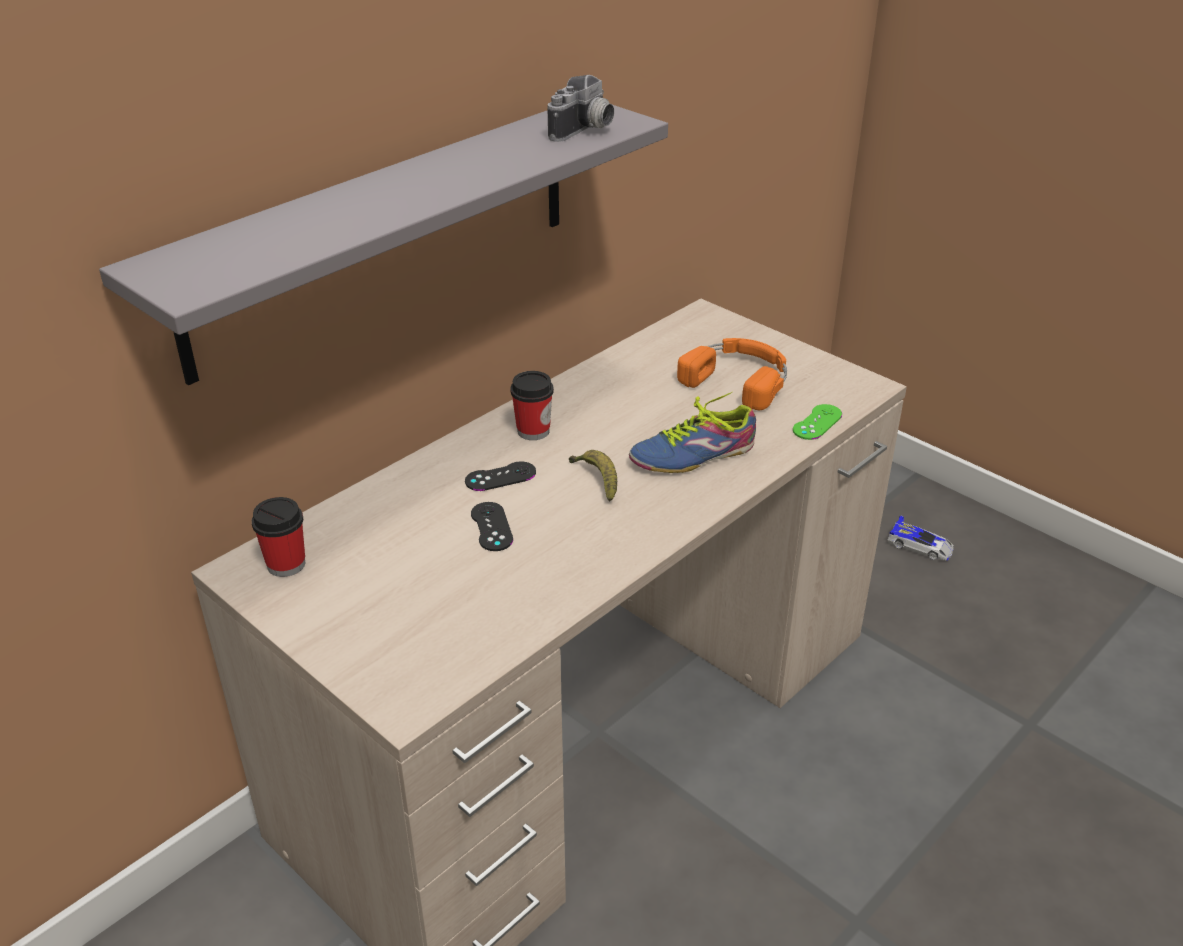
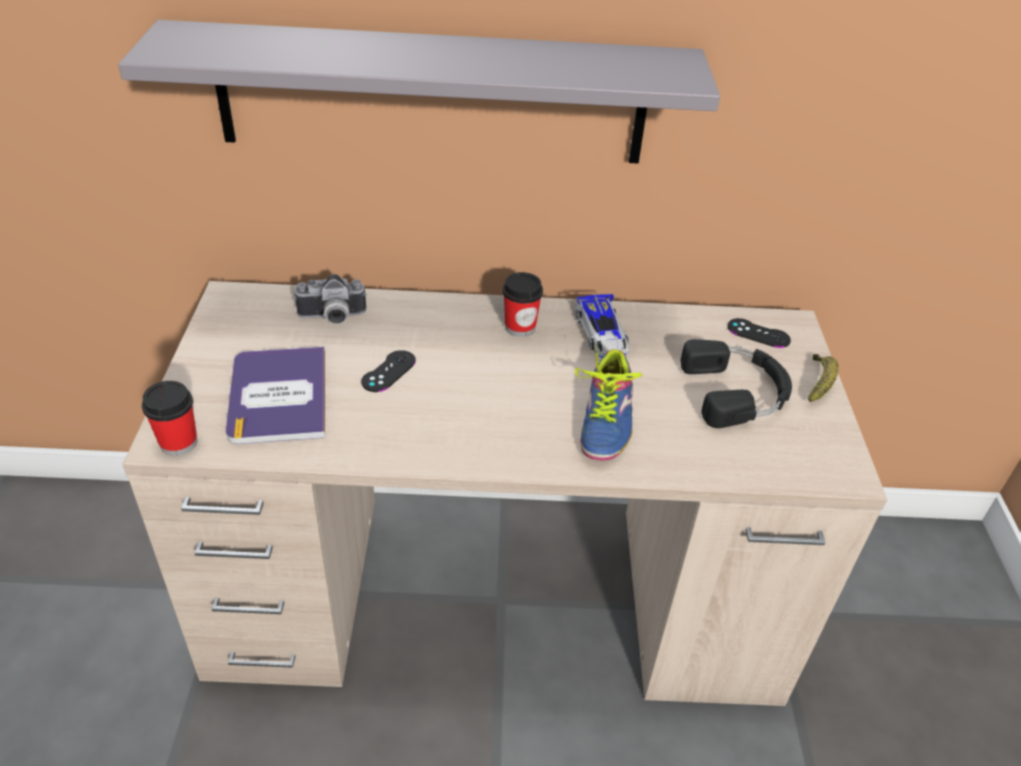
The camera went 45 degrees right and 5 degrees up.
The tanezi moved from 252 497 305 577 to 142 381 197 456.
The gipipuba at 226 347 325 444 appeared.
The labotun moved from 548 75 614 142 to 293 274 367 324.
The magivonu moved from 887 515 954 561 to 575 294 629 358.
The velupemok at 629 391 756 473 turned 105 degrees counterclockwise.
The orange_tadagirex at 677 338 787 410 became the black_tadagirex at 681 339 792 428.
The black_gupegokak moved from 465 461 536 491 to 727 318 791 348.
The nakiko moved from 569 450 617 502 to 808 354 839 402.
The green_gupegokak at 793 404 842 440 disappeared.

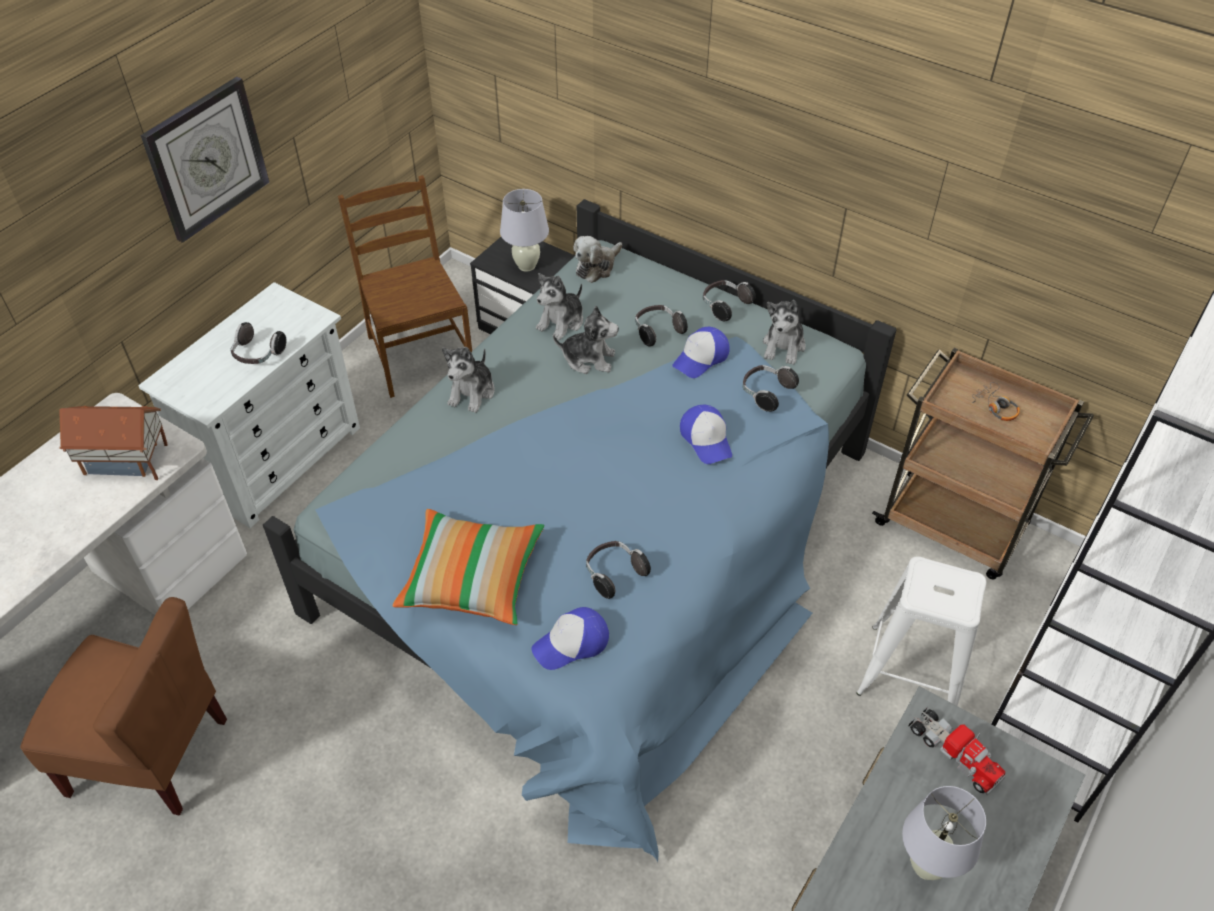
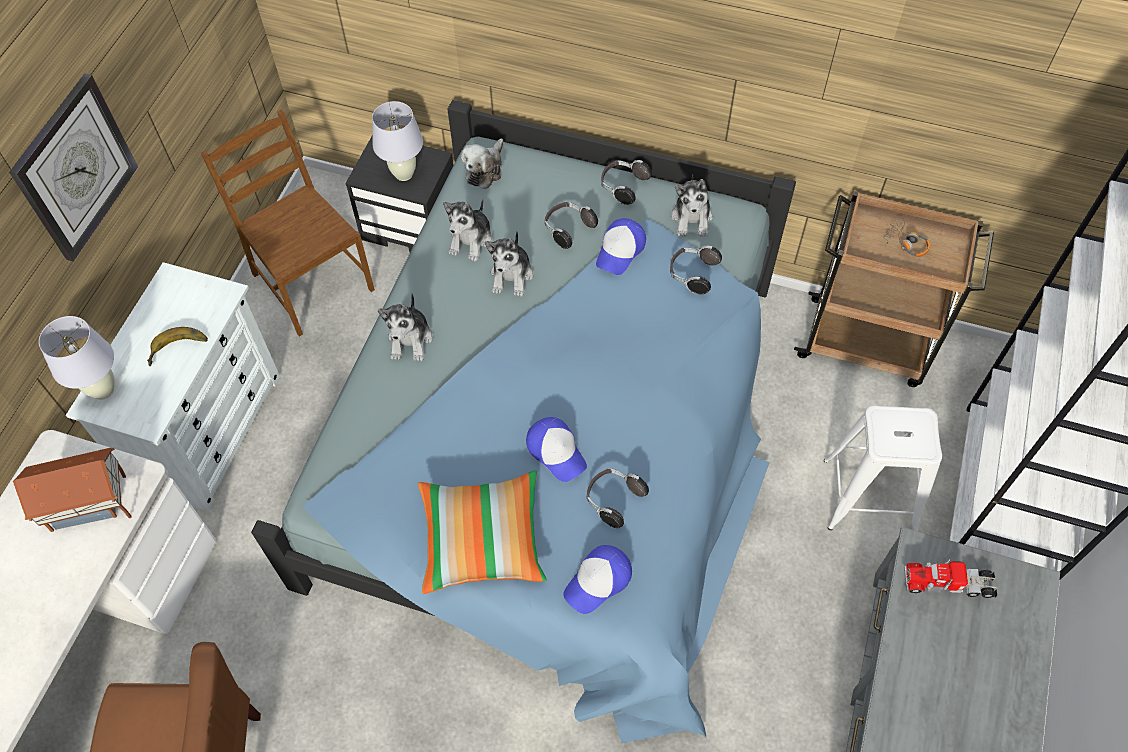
The camera went 15 degrees left and 10 degrees up.
The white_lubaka moved from 902 786 986 880 to 39 316 115 400.
The tadagirex at 230 322 286 364 was replaced by the nakiko at 147 327 208 366.
The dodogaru at 553 306 619 374 turned 105 degrees clockwise.
The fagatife moved from 680 405 732 464 to 526 417 587 482.
The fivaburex at 908 707 1006 795 turned 150 degrees clockwise.

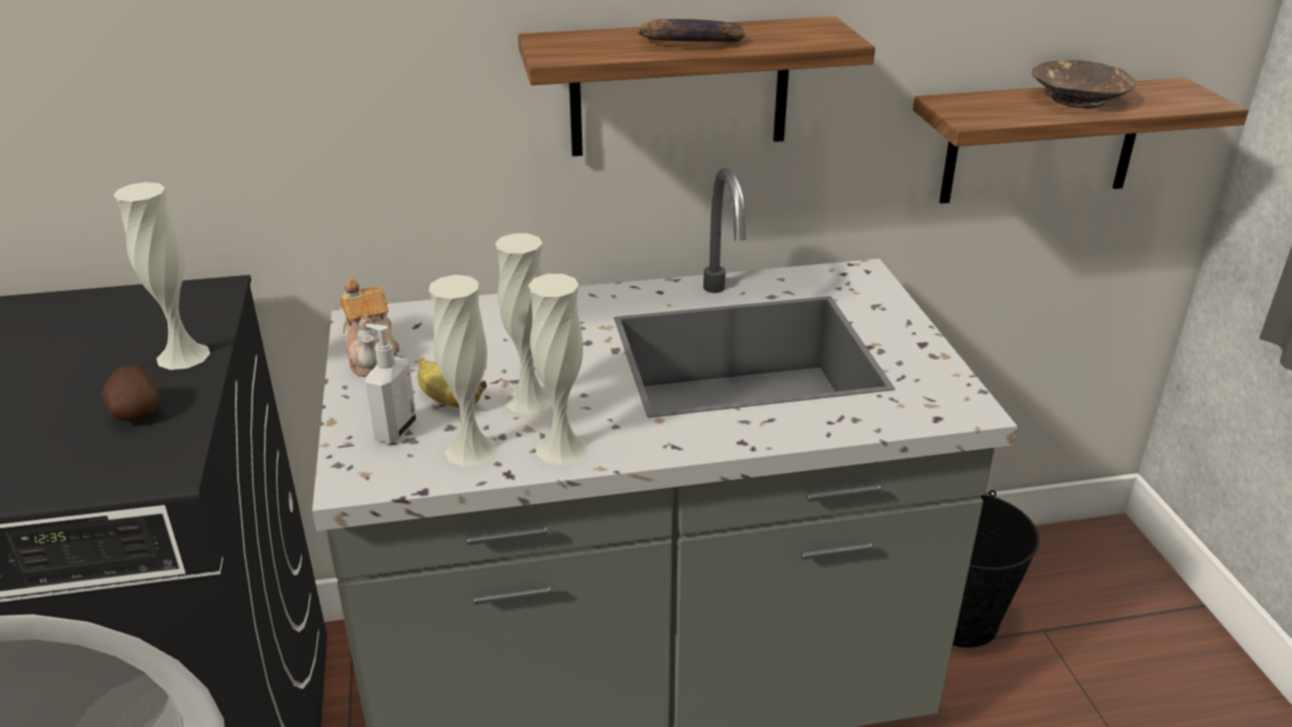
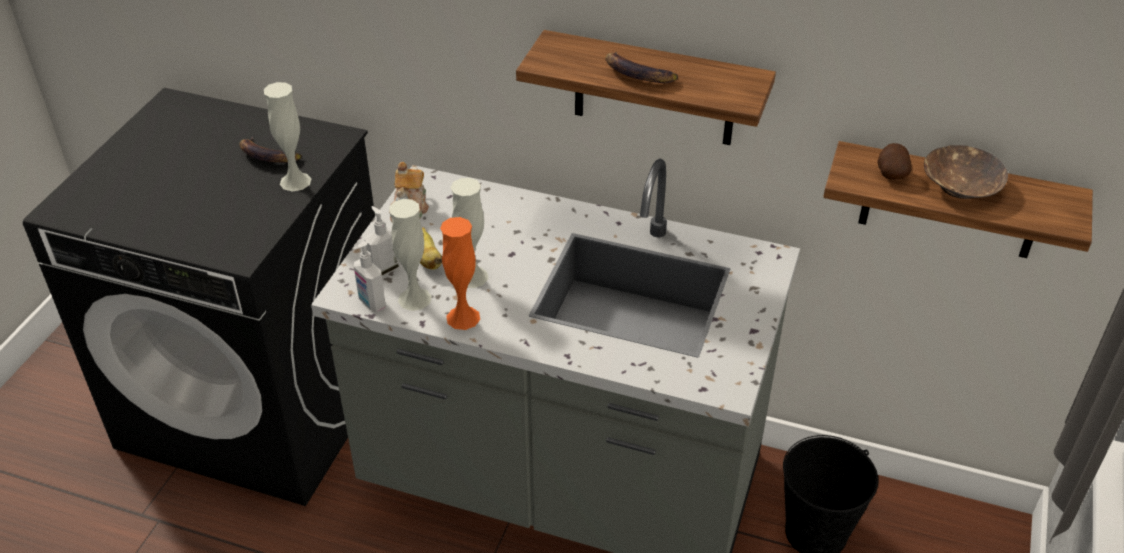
The camera went 30 degrees right and 10 degrees up.
The nakiko at 239 137 302 163 appeared.
The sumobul at 353 241 386 312 appeared.
The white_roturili at 528 274 588 465 became the orange_roturili at 440 217 480 330.
The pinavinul moved from 102 366 160 421 to 877 143 912 180.

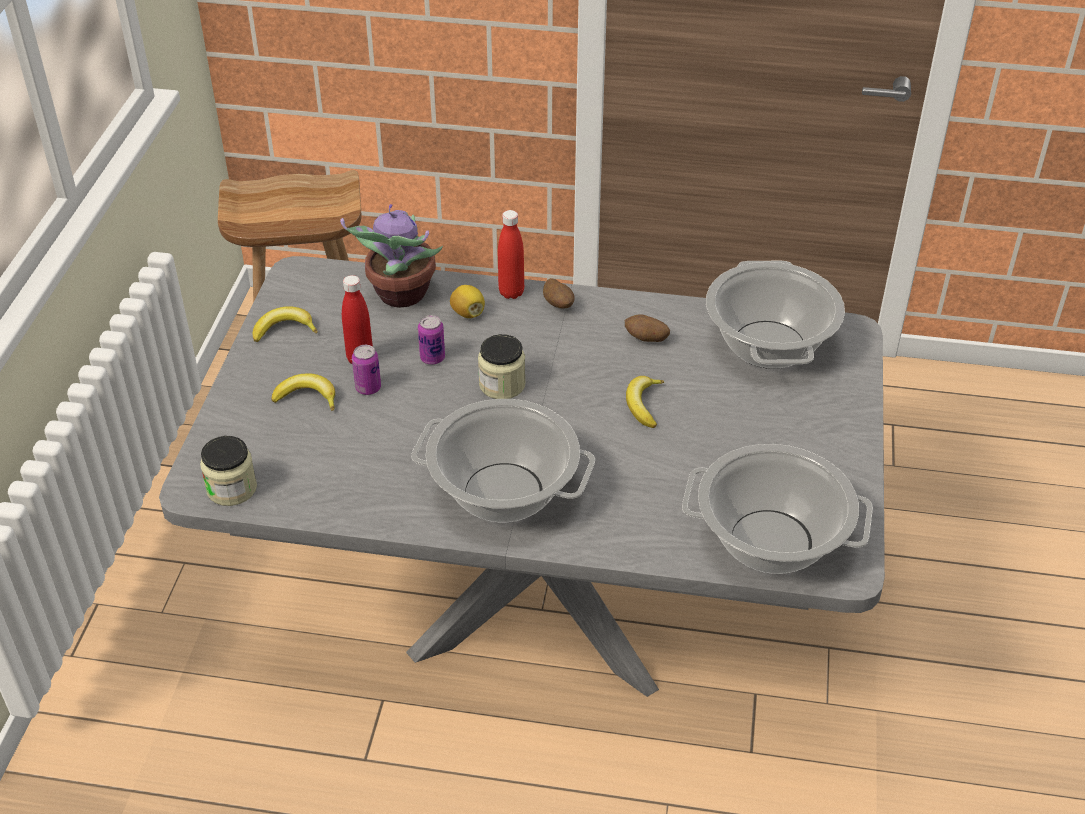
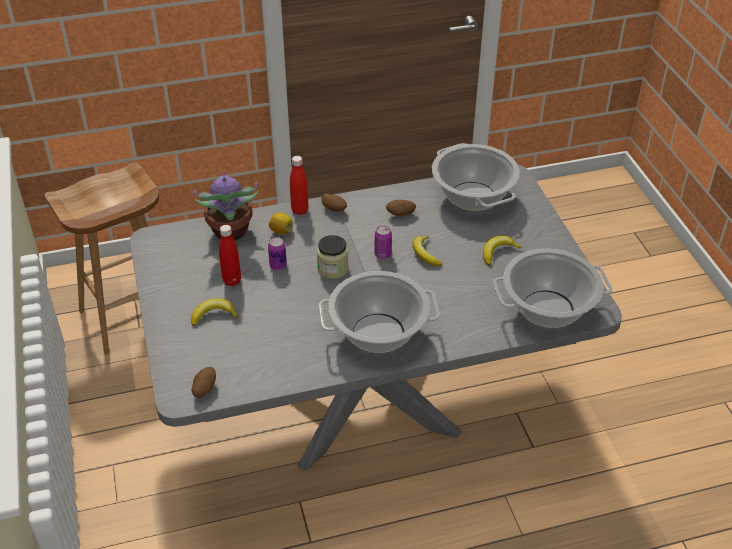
The camera went 25 degrees left and 0 degrees up.
The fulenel at 200 436 257 506 was replaced by the pinavinul at 191 367 216 398.
The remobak moved from 352 345 381 395 to 375 226 392 259.
The nakiko moved from 253 306 318 342 to 483 236 522 266.

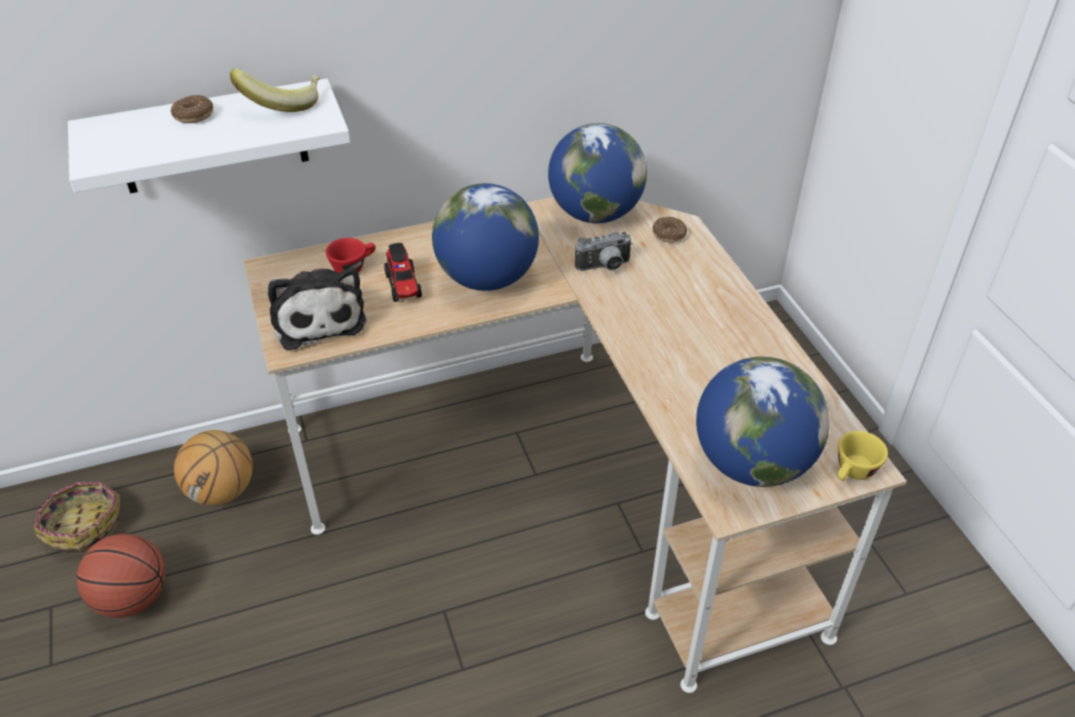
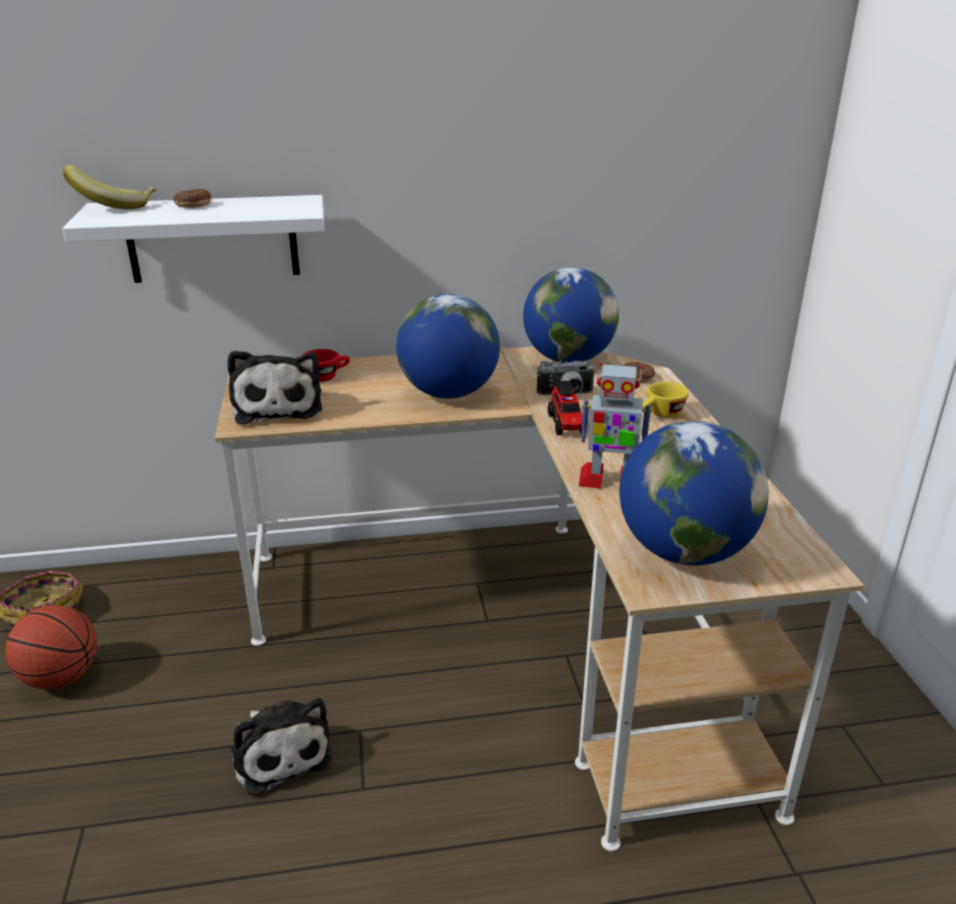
The camera went 10 degrees right and 15 degrees down.
The nakiko moved from 230 68 320 112 to 63 165 156 209.
The dodogaru at 231 698 332 796 appeared.
The fivaburex moved from 384 243 422 302 to 548 381 582 435.
The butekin at 578 362 652 490 appeared.
The yellow_tanezi moved from 837 431 888 481 to 642 382 689 418.
The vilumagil at 174 430 253 505 disappeared.

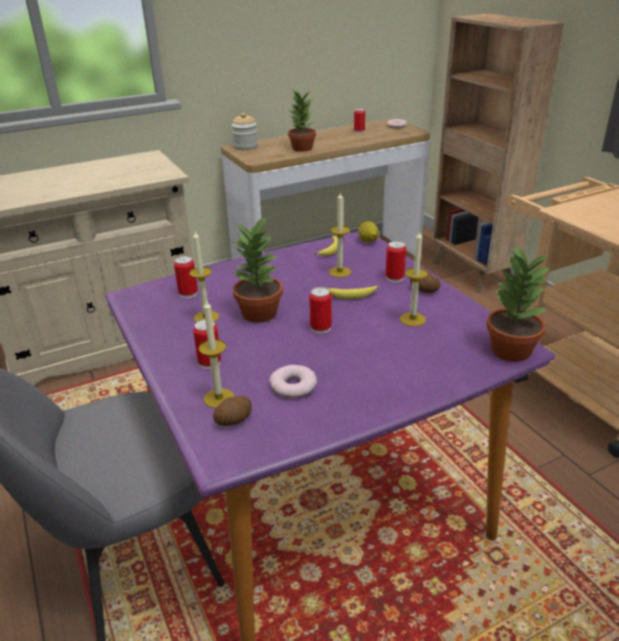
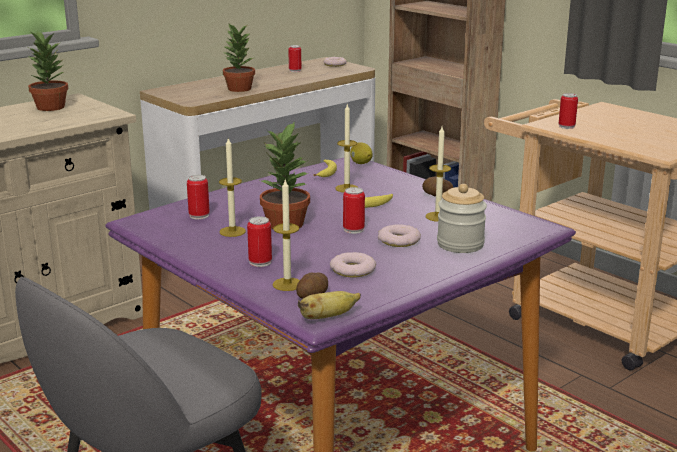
The camera went 15 degrees left and 10 degrees down.
The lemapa moved from 487 246 551 362 to 28 30 68 111.
The nakiko at 298 291 361 319 appeared.
The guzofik at 378 224 421 247 appeared.
The fulenel moved from 232 113 258 150 to 437 184 487 253.
The remobak moved from 386 241 406 282 to 559 93 578 129.

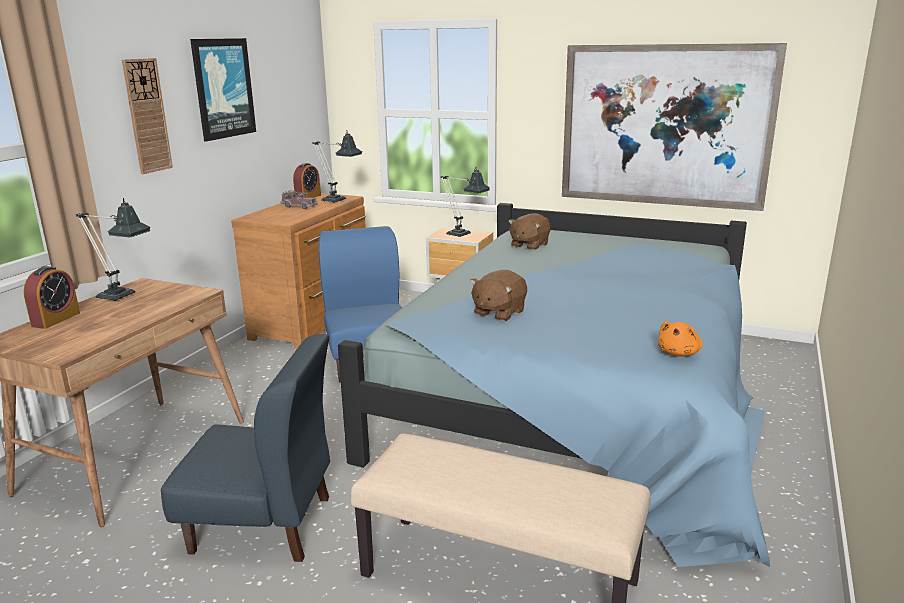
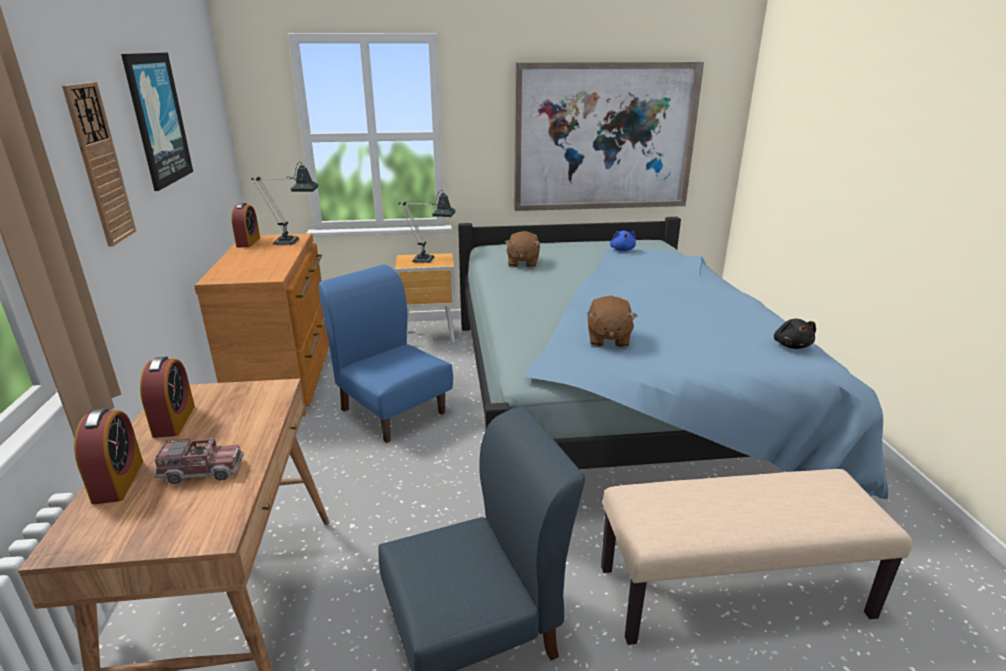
The camera went 30 degrees left and 5 degrees up.
The lubaka at 76 198 150 301 was replaced by the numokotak at 140 357 195 438.
The fivaburex moved from 280 191 318 209 to 154 437 244 484.
The blue_dodogaru at 610 231 636 251 appeared.
The orange_dodogaru at 658 321 703 357 became the black_dodogaru at 774 319 816 349.

